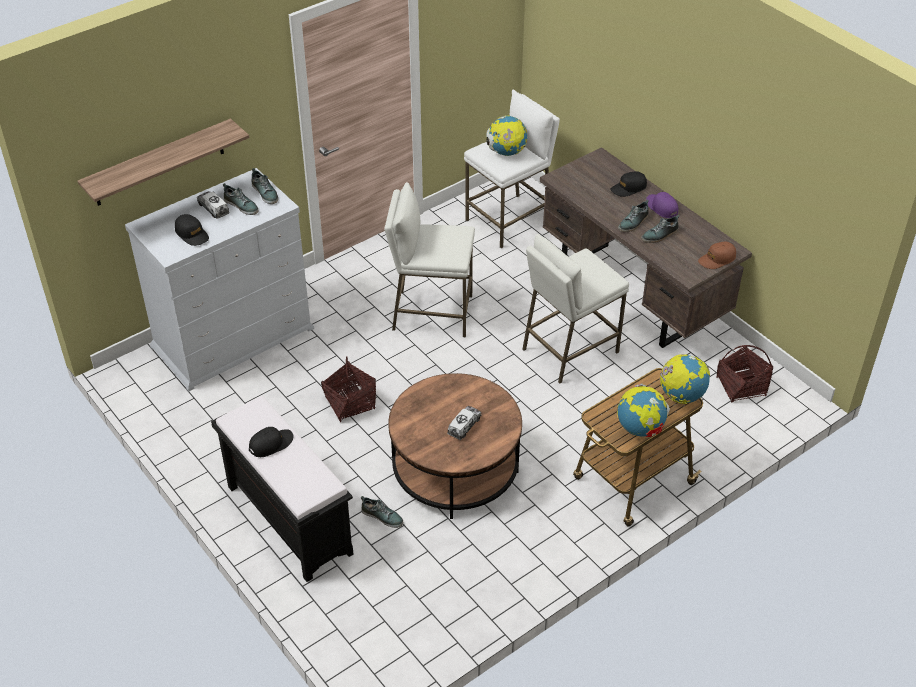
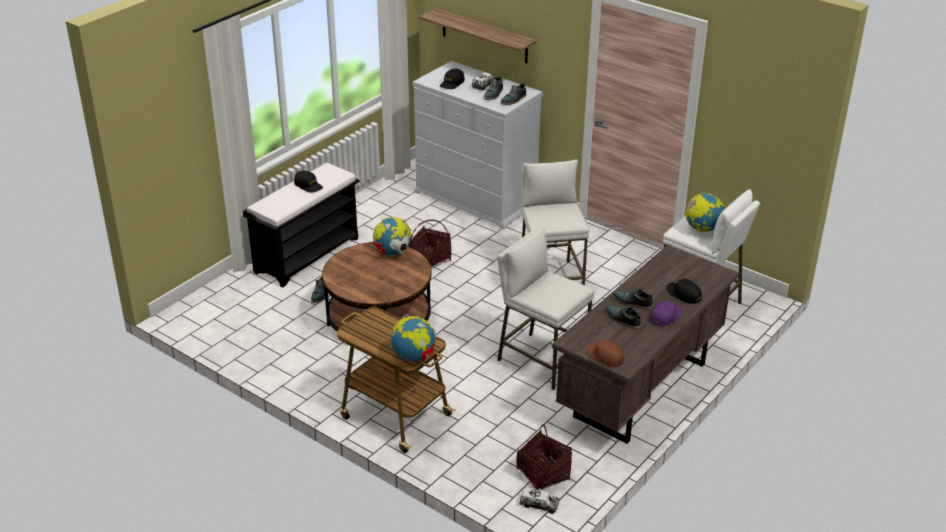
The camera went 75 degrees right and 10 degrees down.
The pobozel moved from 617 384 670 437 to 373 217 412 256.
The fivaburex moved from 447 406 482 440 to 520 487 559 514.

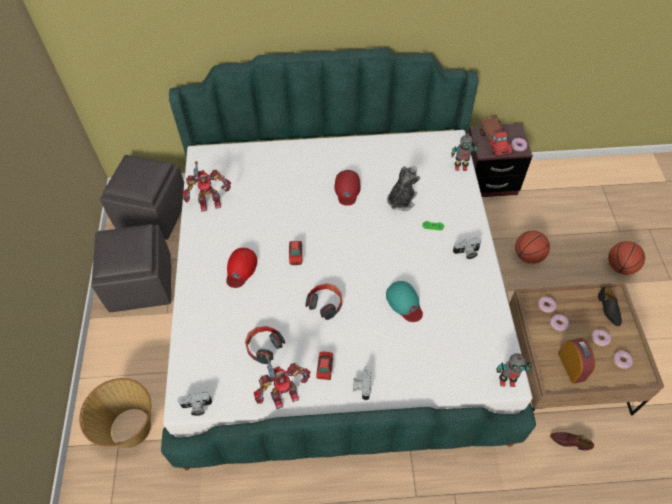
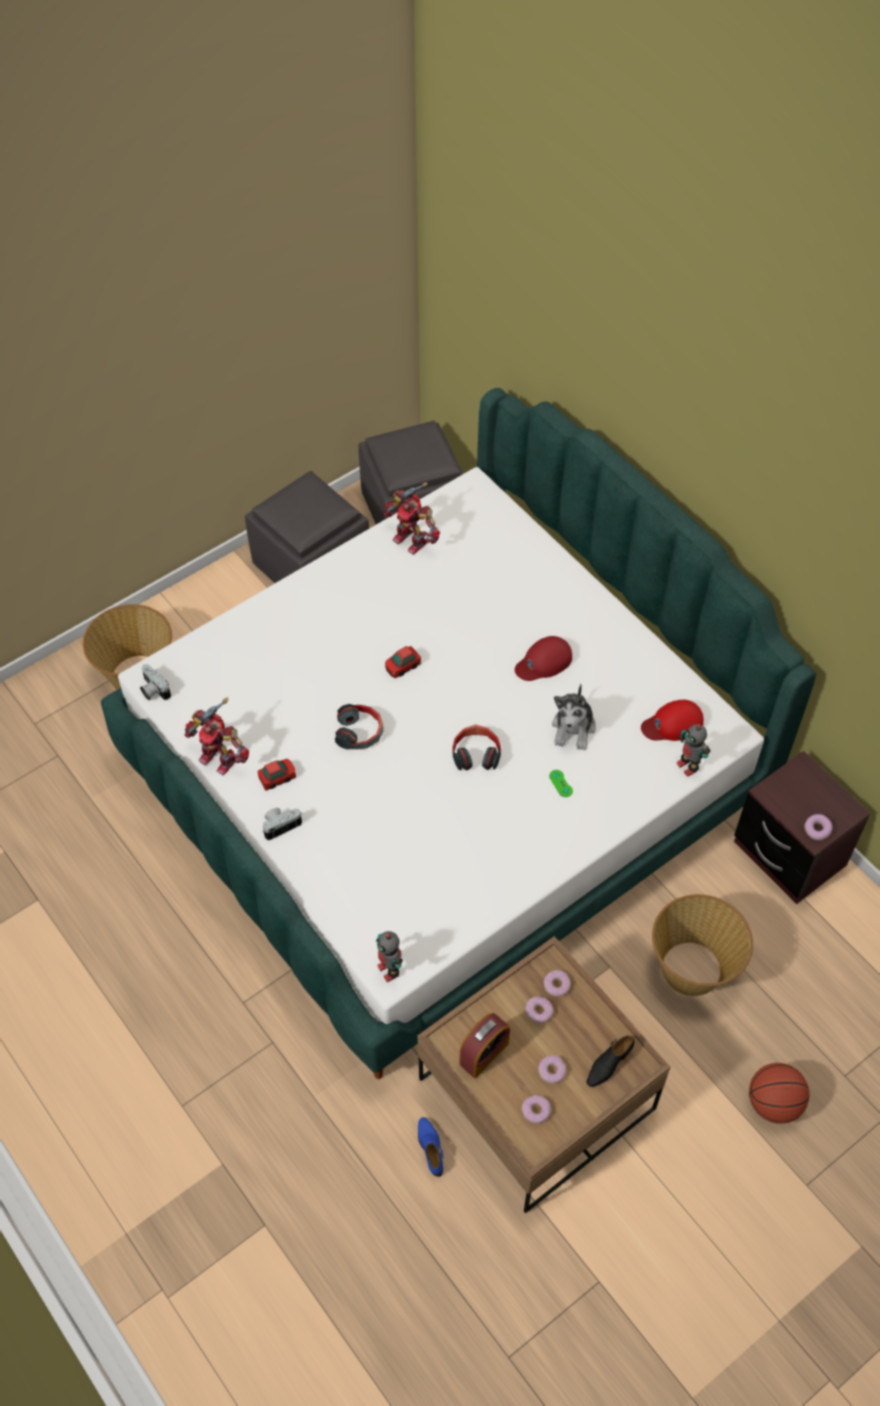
The camera went 55 degrees right and 0 degrees up.
The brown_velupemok at 550 432 594 451 became the blue_velupemok at 418 1117 444 1177.
The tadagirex moved from 245 326 285 364 to 452 724 501 771.
The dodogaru at 387 166 420 211 turned 105 degrees clockwise.
The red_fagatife moved from 226 248 257 288 to 641 700 704 741.
The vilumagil at 515 231 550 264 was replaced by the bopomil at 652 894 753 996.
The turquoise_fagatife at 386 281 423 322 disappeared.
The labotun at 453 238 481 259 disappeared.
The fivaburex at 479 115 513 157 disappeared.

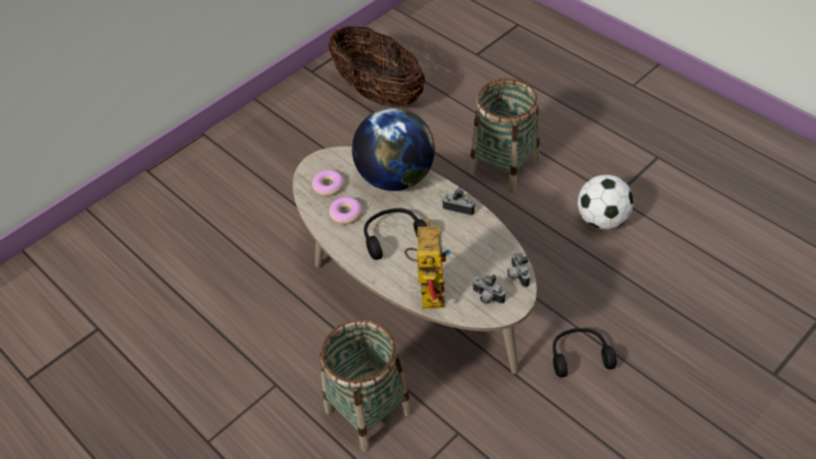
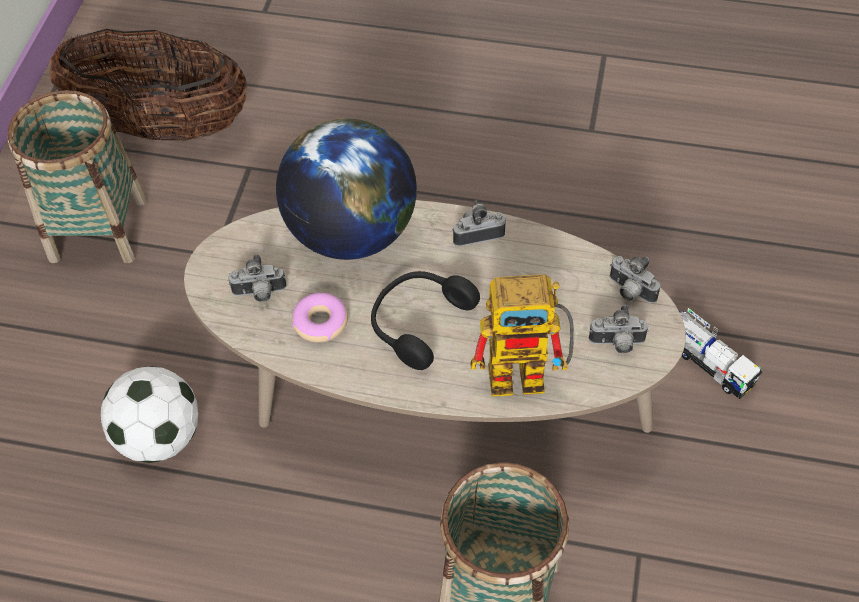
The camera went 35 degrees left and 5 degrees up.
The bopomil moved from 469 78 540 193 to 7 90 147 263.
The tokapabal moved from 578 175 634 229 to 101 366 198 463.
The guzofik at 312 170 344 196 was replaced by the labotun at 228 254 286 302.
The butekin at 405 218 450 309 turned 120 degrees clockwise.
The black_tadagirex at 553 328 617 377 was replaced by the fivaburex at 679 308 763 399.

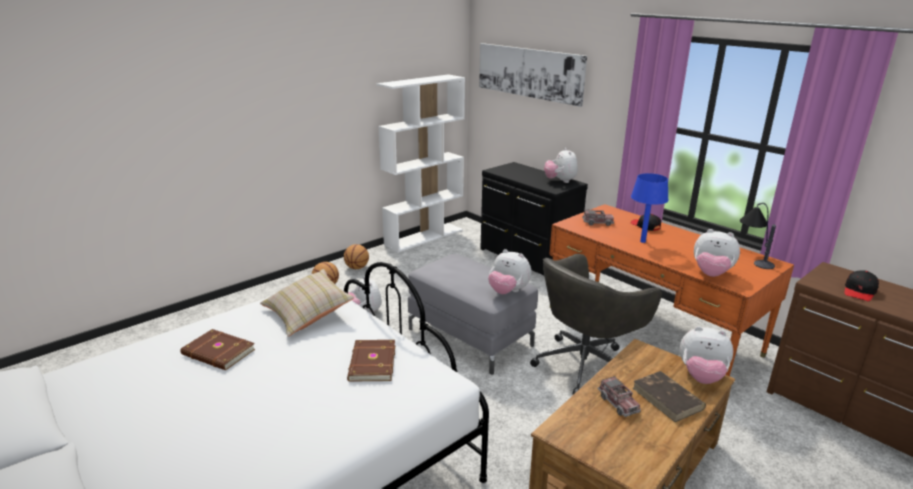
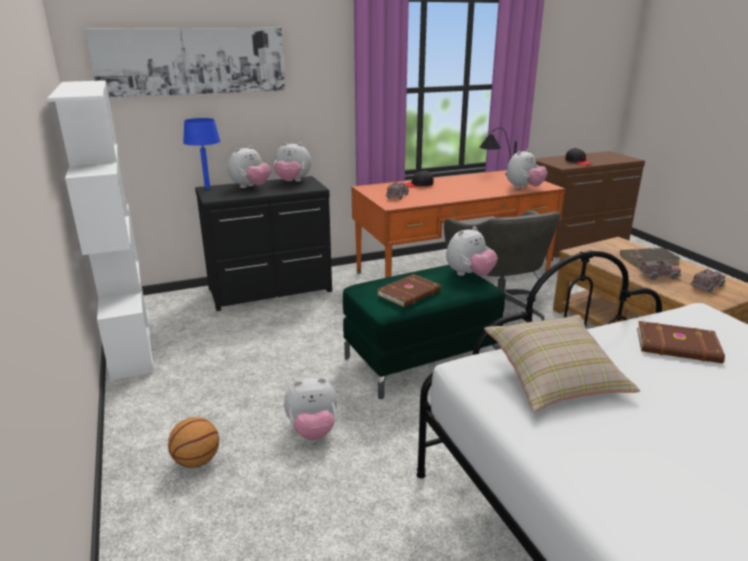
The camera went 70 degrees left and 0 degrees up.
The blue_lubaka moved from 631 173 669 243 to 183 118 220 189.
The dodogaru moved from 680 326 733 384 to 228 145 271 188.
The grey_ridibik at 408 254 538 374 became the green_ridibik at 343 265 505 399.
The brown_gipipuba moved from 180 329 255 370 to 377 274 441 307.
The fivaburex at 690 269 726 292 appeared.
The vilumagil at 344 244 369 269 disappeared.

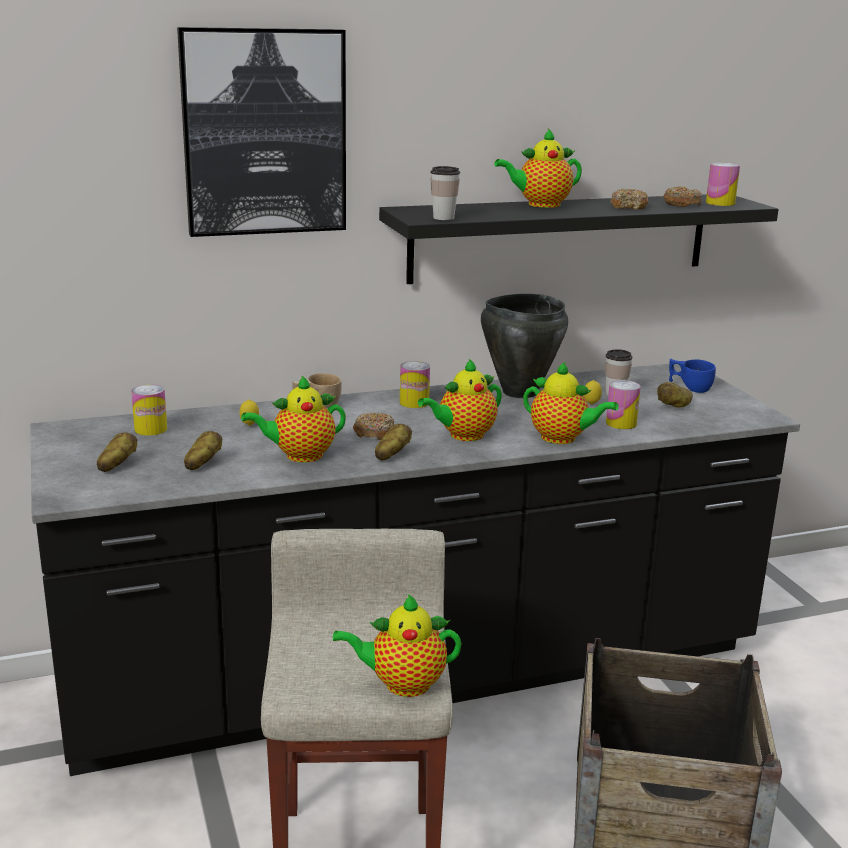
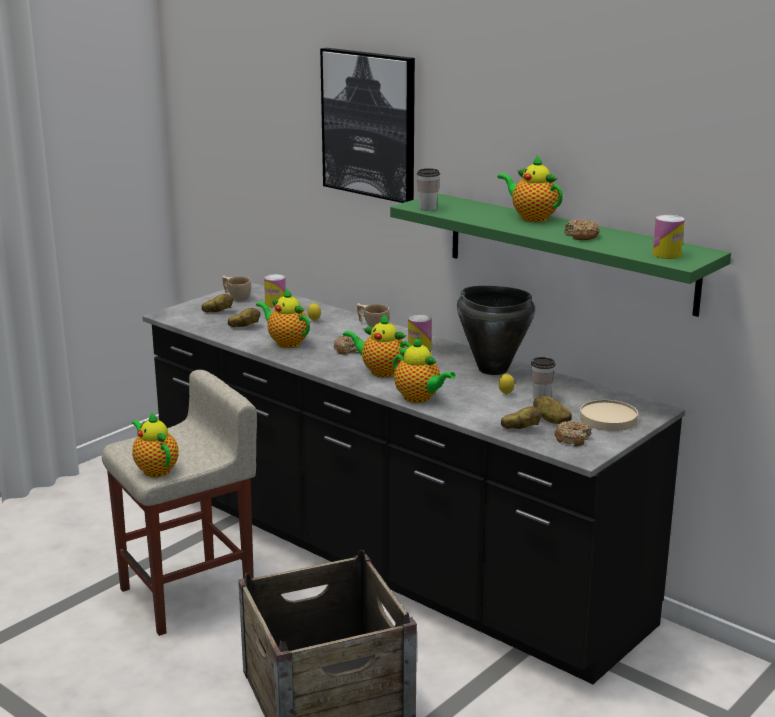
The camera went 60 degrees right and 0 degrees up.
The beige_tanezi at 222 275 251 301 appeared.
The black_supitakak at 379 194 779 284 became the green_supitakak at 390 193 731 317.
The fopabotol at 523 362 619 444 turned 45 degrees counterclockwise.
The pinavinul moved from 375 424 412 461 to 501 406 542 429.
The guzofik moved from 663 186 702 207 to 554 421 591 447.
The blue_tanezi at 669 359 716 393 was replaced by the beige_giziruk at 580 400 638 431.
The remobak at 606 380 641 429 disappeared.

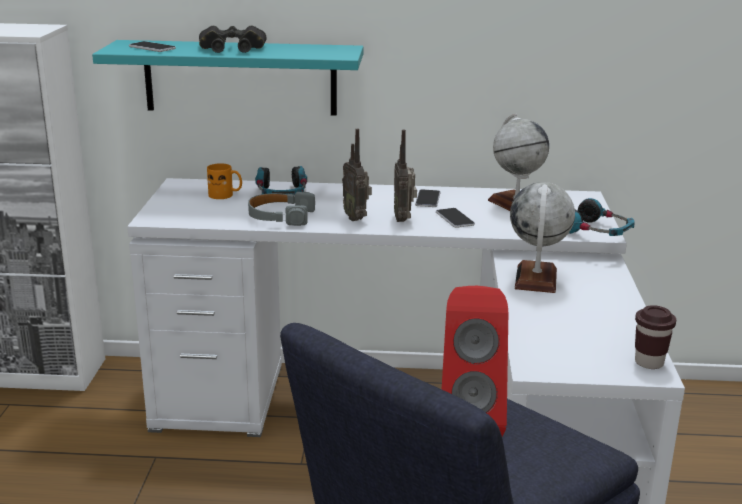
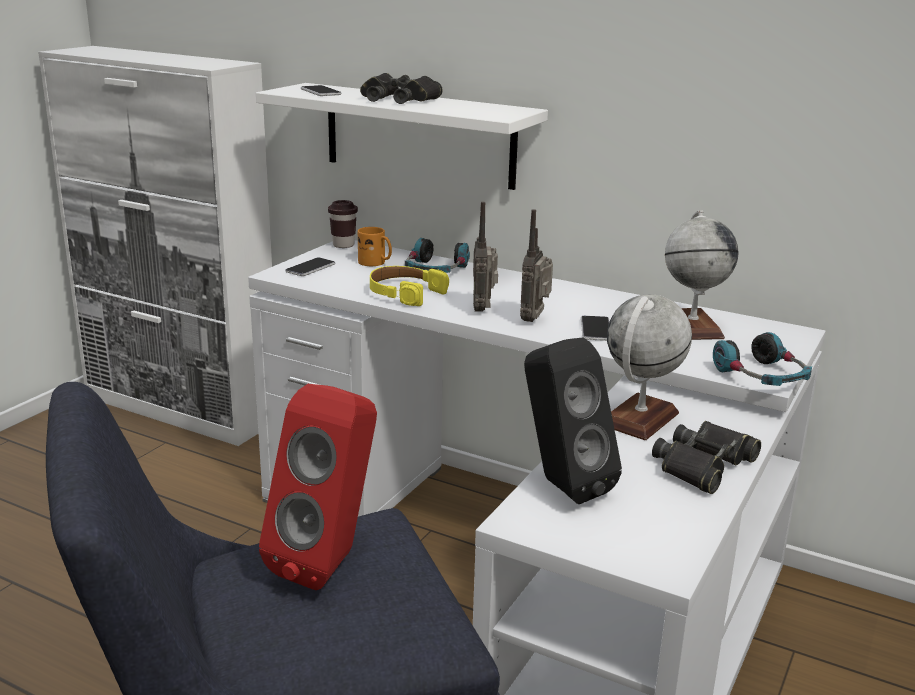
The camera went 25 degrees right and 0 degrees up.
The turquoise_supitakak at 92 40 363 116 became the white_supitakak at 256 83 548 190.
The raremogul moved from 415 189 441 207 to 285 257 335 276.
The brown_tanezi moved from 635 305 676 369 to 328 200 358 248.
The grey_tadagirex at 248 192 315 226 became the yellow_tadagirex at 370 266 449 306.
The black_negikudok at 524 338 622 504 appeared.
The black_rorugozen at 652 421 761 494 appeared.

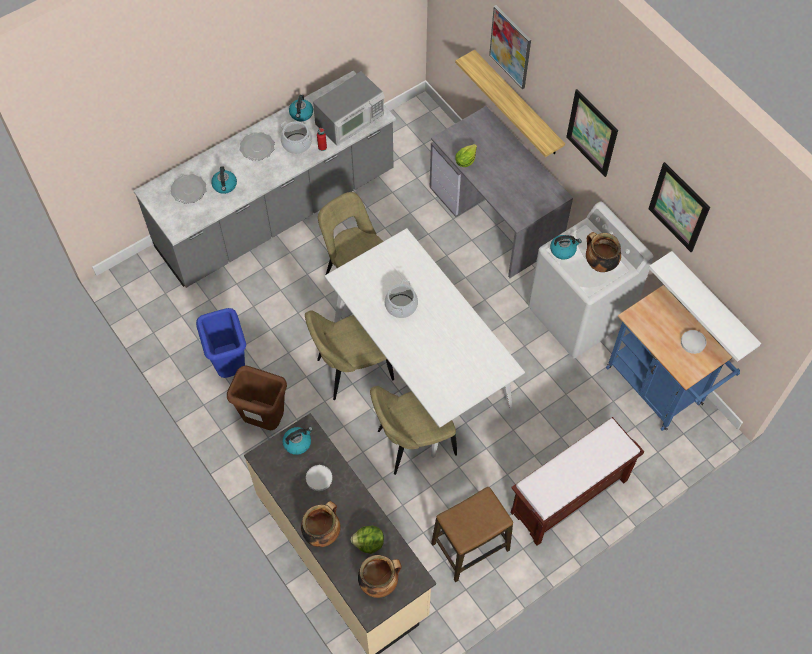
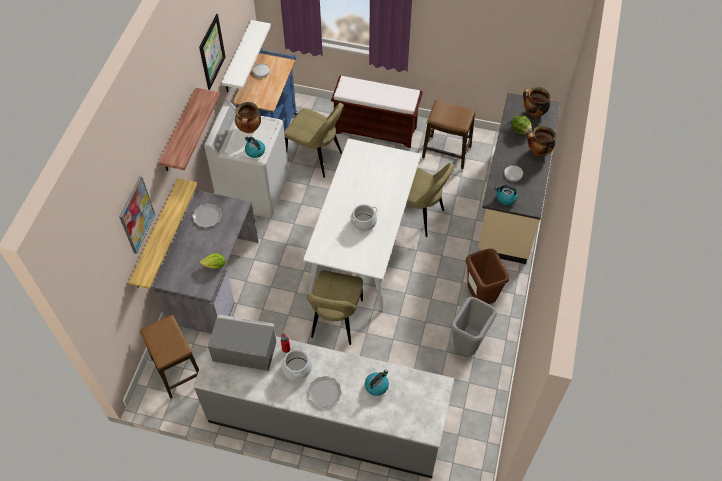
The camera went 130 degrees left and 5 degrees down.
The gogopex at 140 315 199 399 appeared.
The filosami at 566 89 618 177 was replaced by the supitakak at 158 88 220 171.
The giziruk moved from 171 174 206 204 to 192 203 222 228.
The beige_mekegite moved from 305 311 394 400 to 284 103 343 178.
The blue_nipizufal at 196 308 246 378 became the grey_nipizufal at 450 297 497 356.
The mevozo at 289 95 313 121 disappeared.

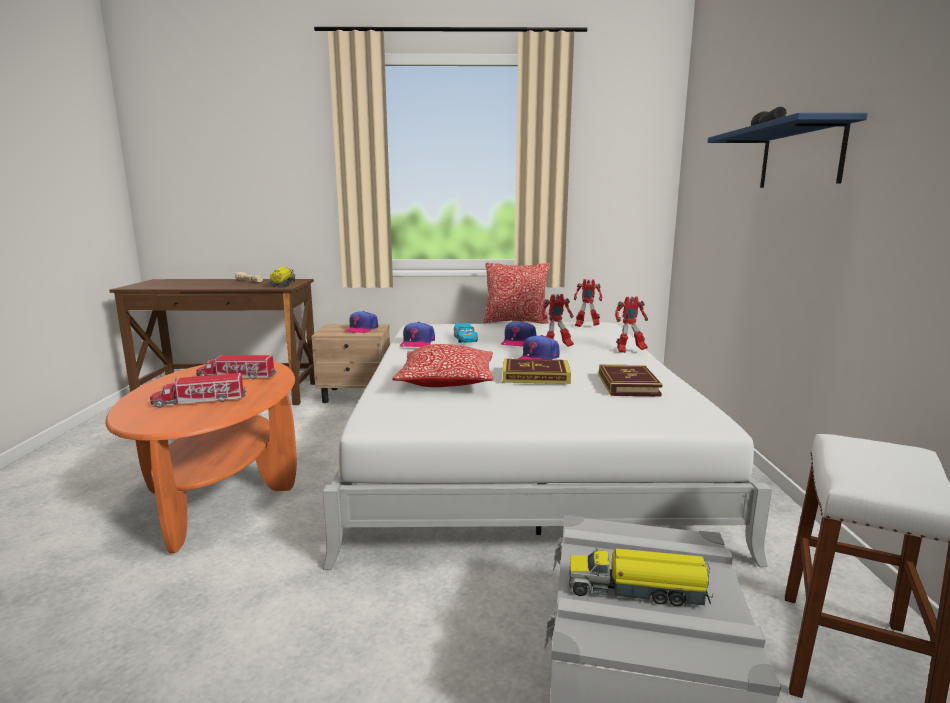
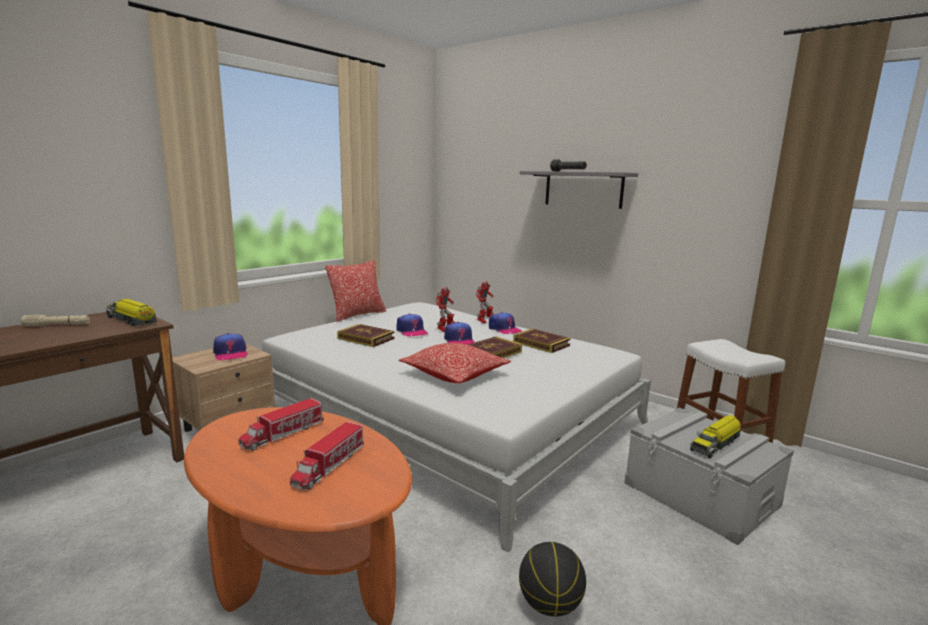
The camera went 50 degrees left and 0 degrees up.
The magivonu at 454 323 478 342 was replaced by the gipipuba at 337 324 394 347.
The fagatife moved from 400 322 435 347 to 489 312 522 334.
The vilumagil at 519 542 586 617 appeared.
The blue_supitakak at 708 113 868 188 became the grey_supitakak at 520 171 638 209.
The butekin at 574 279 602 327 disappeared.

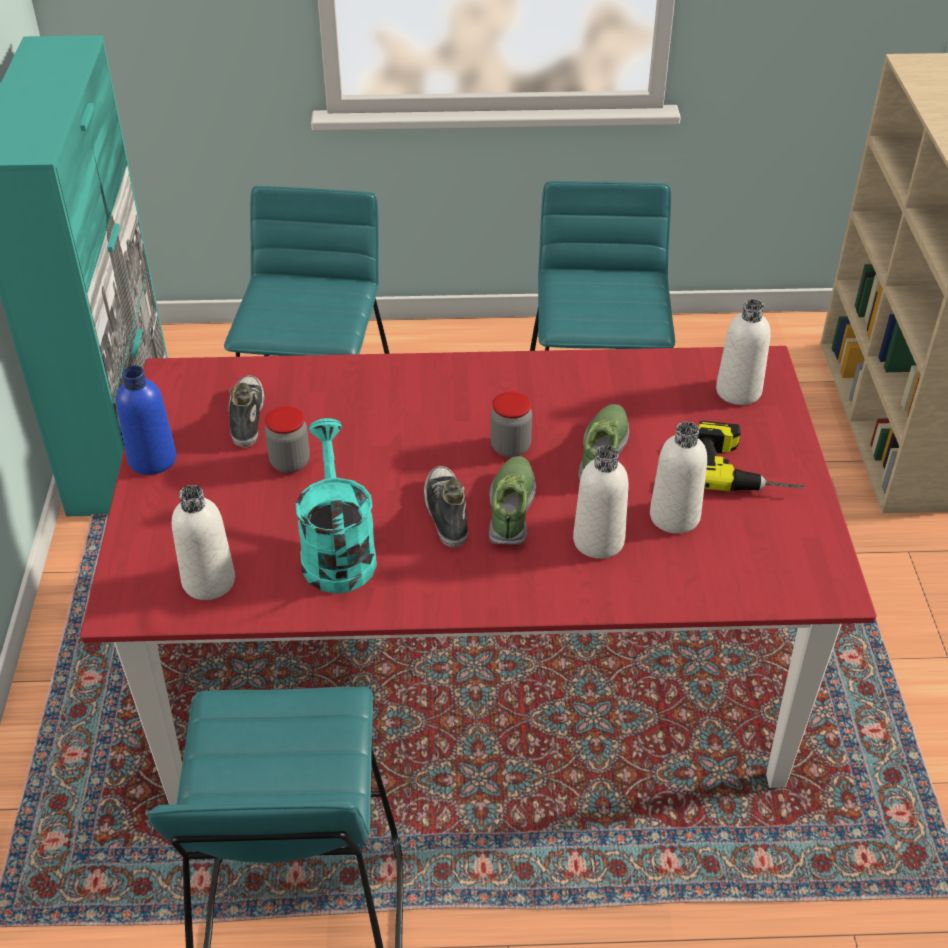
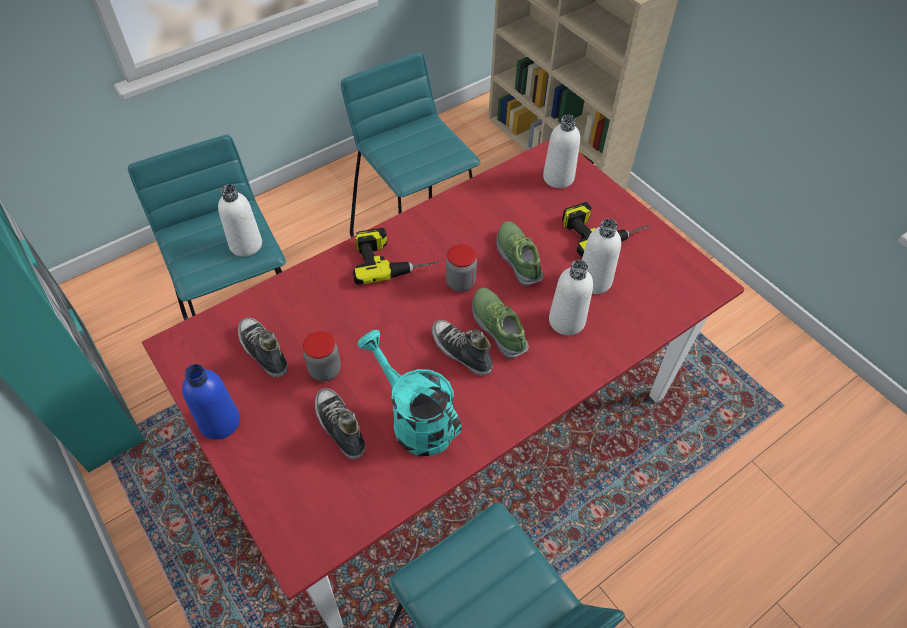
The camera went 35 degrees left and 10 degrees up.
The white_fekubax moved from 172 485 235 600 to 218 184 262 257.
The velupemok at 315 388 365 460 appeared.
The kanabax at 353 228 440 285 appeared.

